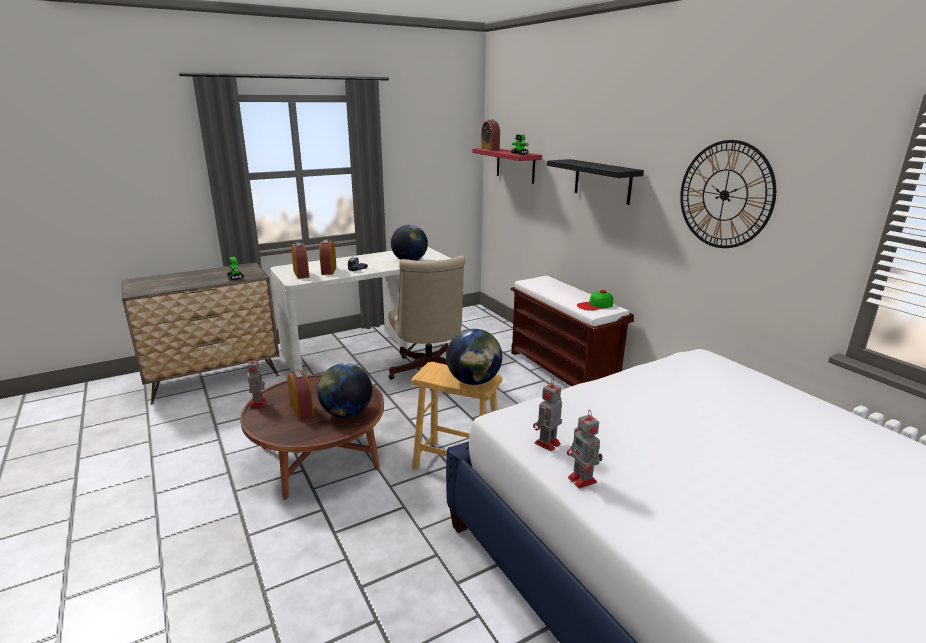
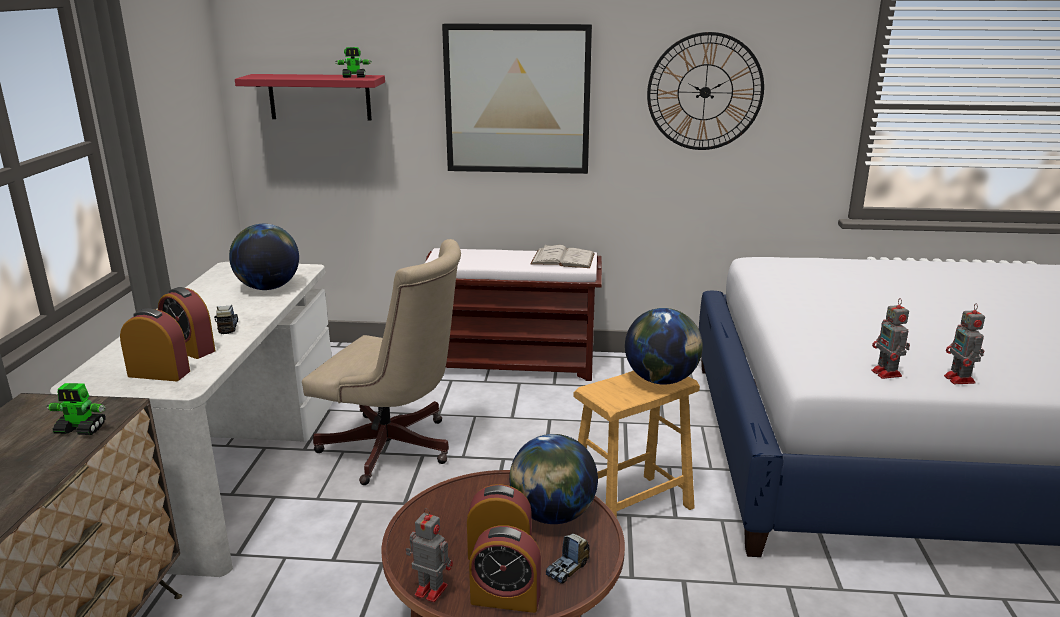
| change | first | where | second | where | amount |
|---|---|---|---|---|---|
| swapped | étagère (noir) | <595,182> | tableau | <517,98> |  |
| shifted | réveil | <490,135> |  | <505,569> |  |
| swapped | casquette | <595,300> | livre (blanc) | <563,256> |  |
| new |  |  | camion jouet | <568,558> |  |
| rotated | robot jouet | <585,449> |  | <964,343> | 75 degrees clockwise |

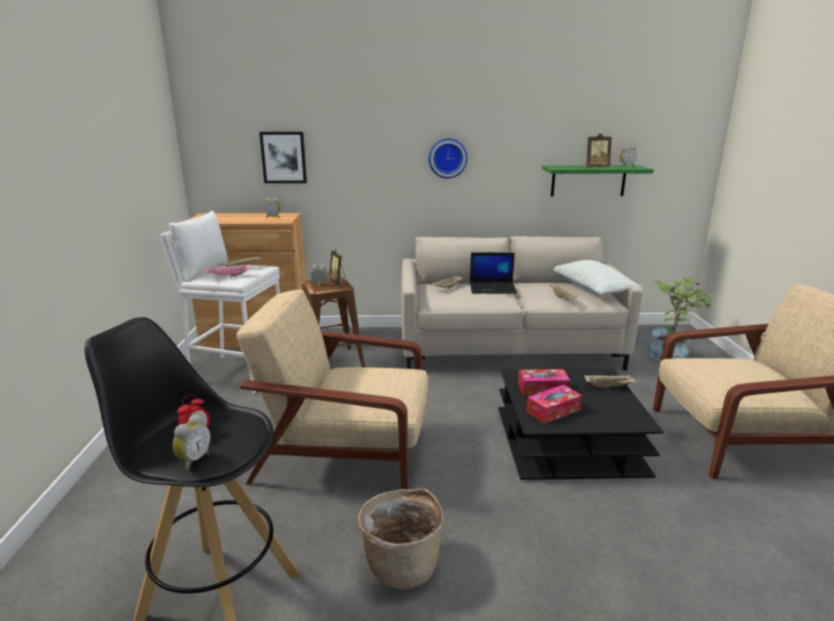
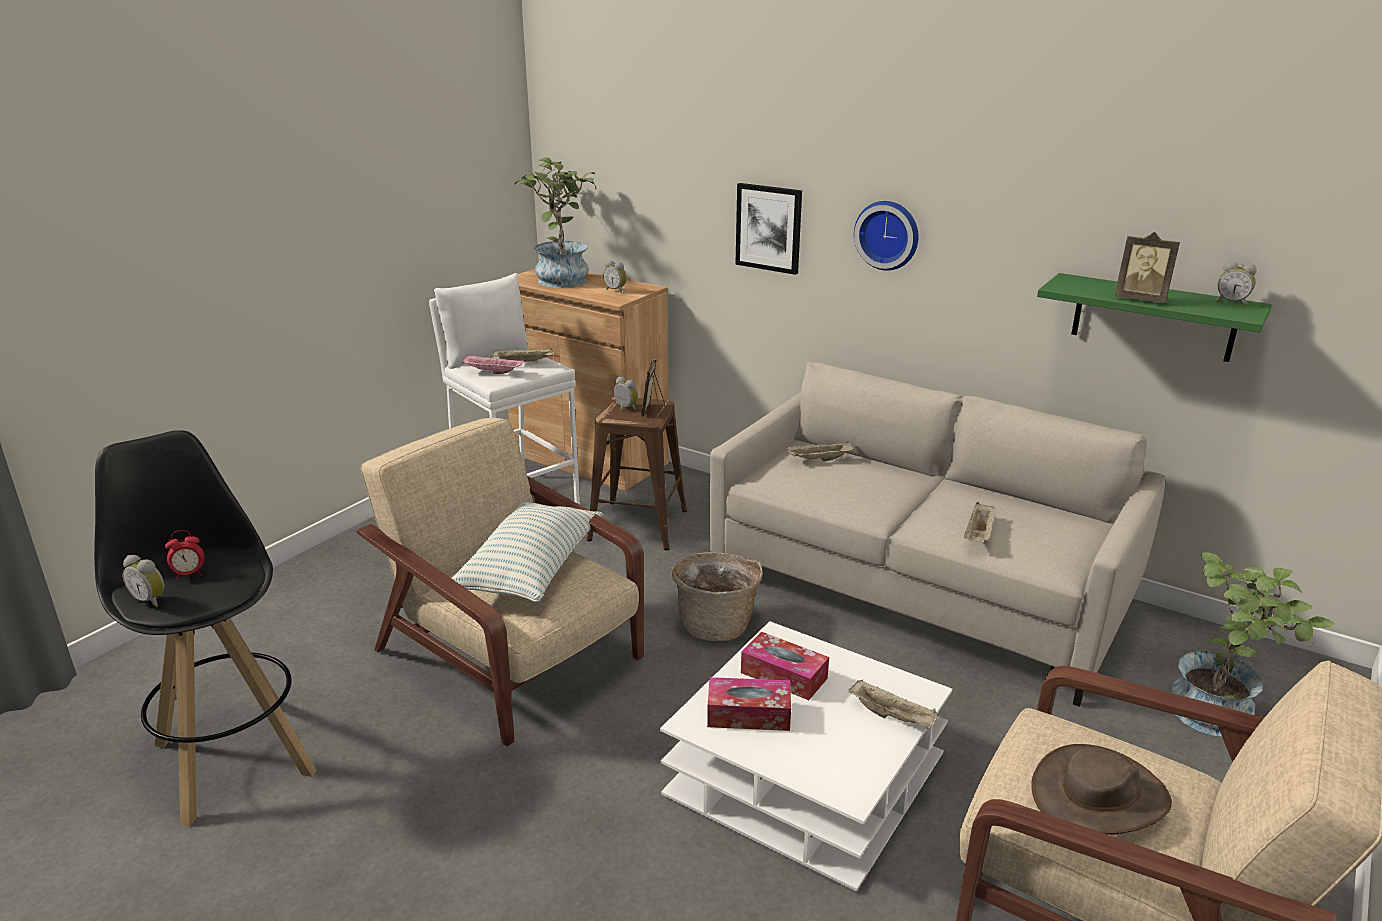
| change | first | where | second | where | amount |
|---|---|---|---|---|---|
| rotated | réveil | <192,442> |  | <143,581> | 60 degrees clockwise |
| shifted | coussin | <597,277> |  | <527,552> |  |
| new |  |  | plante en pot | <555,222> |  |
| repainted | table basse (noir) | <581,424> | table basse (blanc) | <806,756> |  |
| shifted | panier | <401,538> |  | <717,596> |  |
| shifted | tableau | <283,157> |  | <768,229> |  |
| new |  |  | chapeau (marron) | <1101,789> |  |
| gone | ordinateur portable | <493,273> |  |  |  |

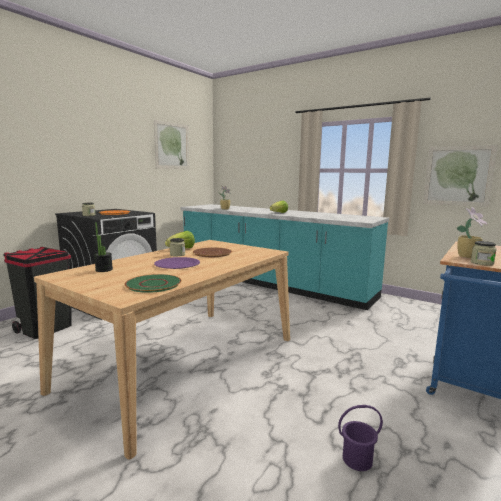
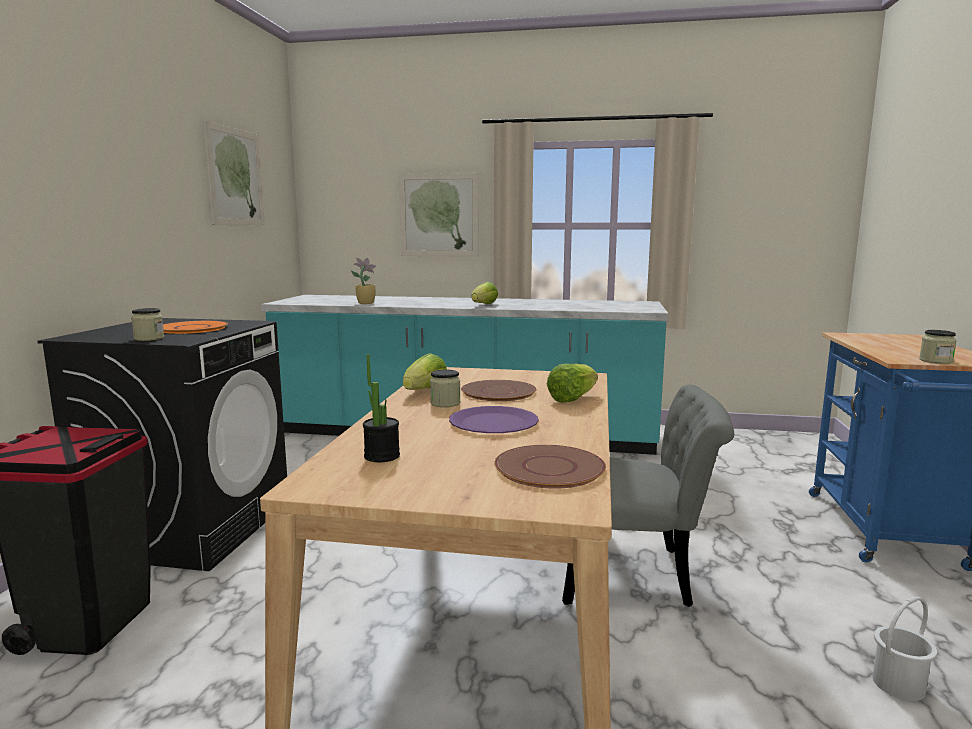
| change | first | where | second | where | amount |
|---|---|---|---|---|---|
| shifted | tableau | <460,176> |  | <439,215> |  |
| repainted | assiette (vert) | <153,283> | assiette (marron) | <550,467> |  |
| new |  |  | laitue | <572,383> |  |
| new |  |  | chaise (gris) | <648,495> |  |
| repainted | seau (violet) | <360,438> | seau (blanc) | <905,649> |  |
| gone | plante en pot | <472,232> |  |  |  |

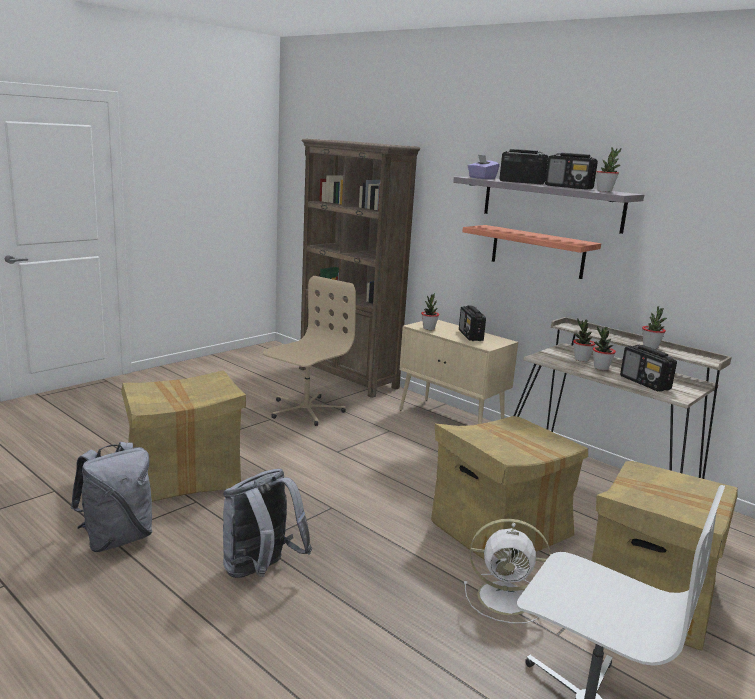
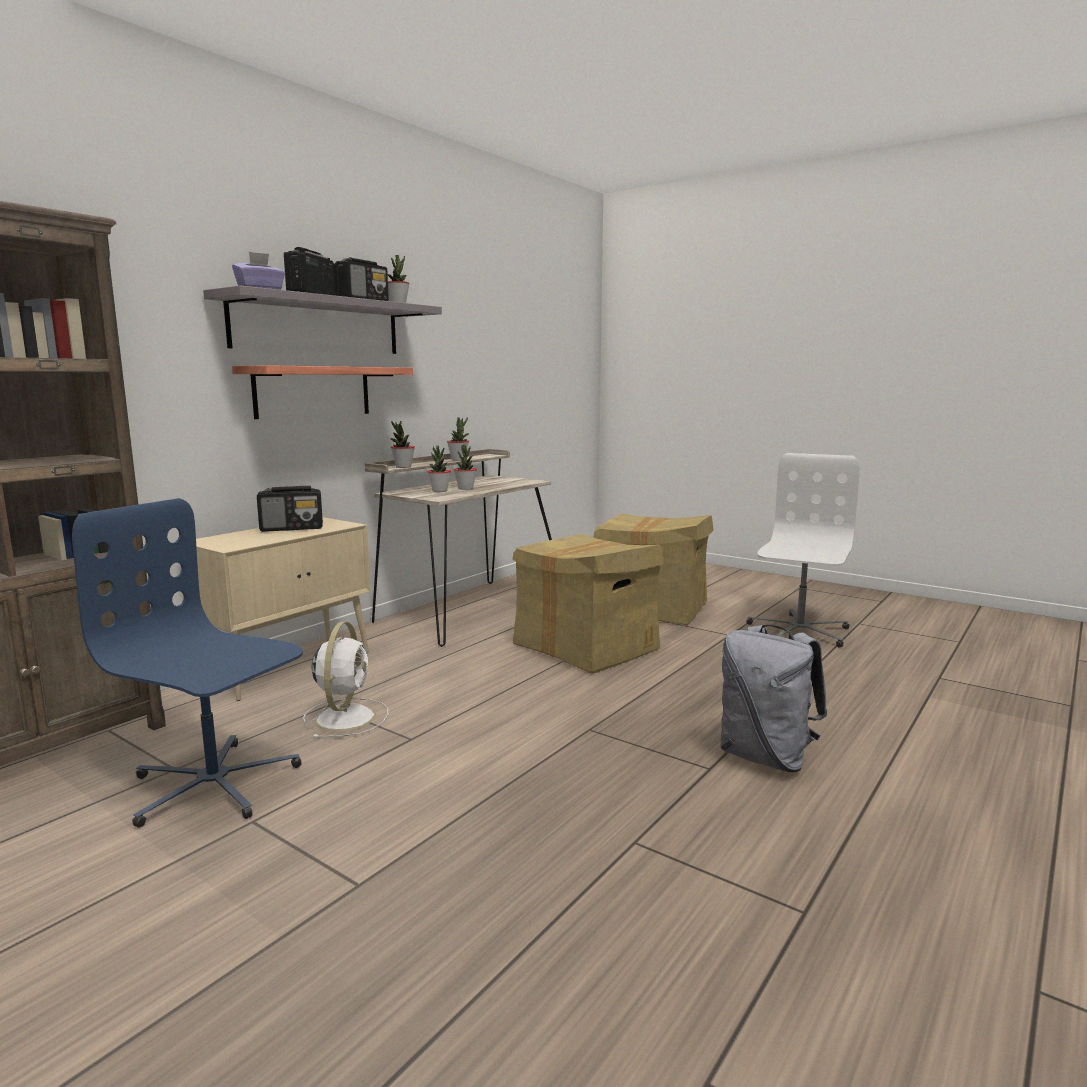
| change | first | where | second | where | amount |
|---|---|---|---|---|---|
| repainted | chaise de bureau (beige) | <309,351> | chaise de bureau (bleu) | <187,663> |  |
| shifted | ventilateur (blanc) | <507,571> |  | <345,680> |  |
| shifted | plante en pot | <430,311> |  | <402,444> |  |
| gone | sac à dos (gris) | <111,497> |  |  |  |
| gone | carton | <183,436> |  |  |  |
| gone | radio | <648,368> |  |  |  |

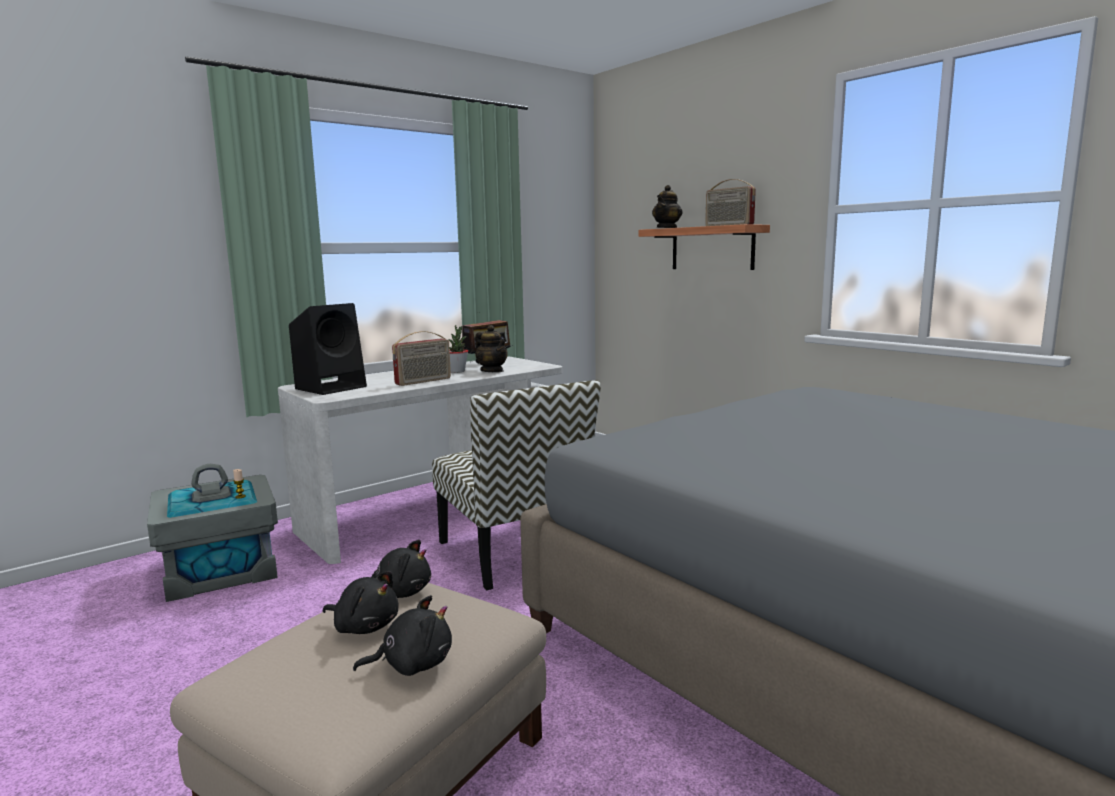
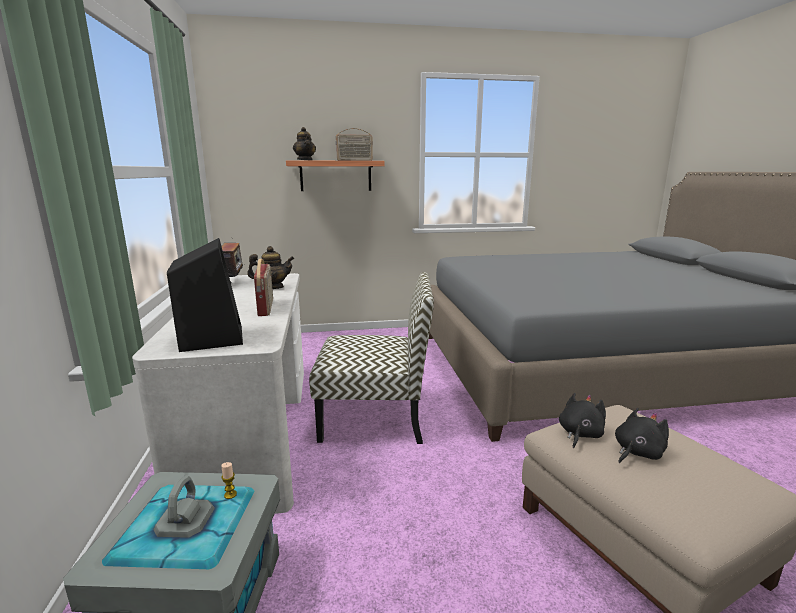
| change | first | where | second | where | amount |
|---|---|---|---|---|---|
| gone | peluche (noir) | <402,635> |  |  |  |
| gone | plante en pot | <458,349> |  |  |  |

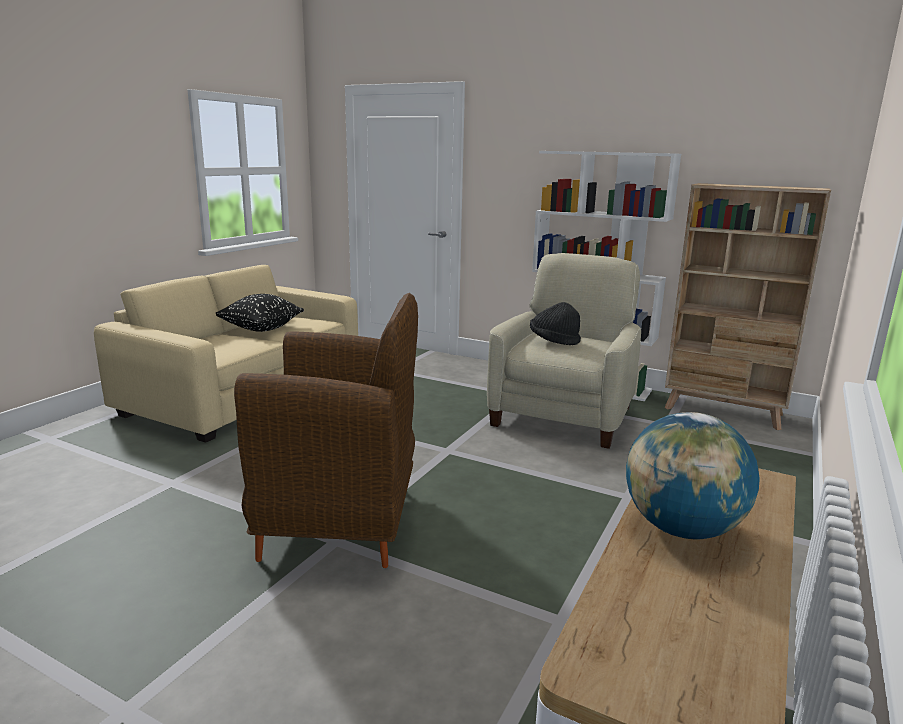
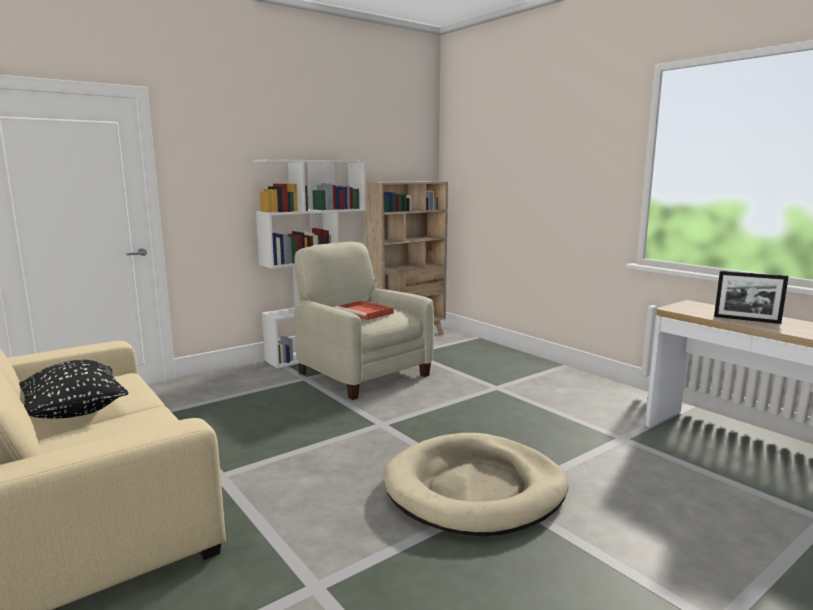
| change | first | where | second | where | amount |
|---|---|---|---|---|---|
| swapped | chapeau (noir) | <555,324> | plateau (rouge) | <364,310> |  |
| swapped | fauteuil (marron) | <326,430> | panier pour chien (beige) | <476,484> |  |
| swapped | globe | <693,475> | cadre photo | <751,297> |  |

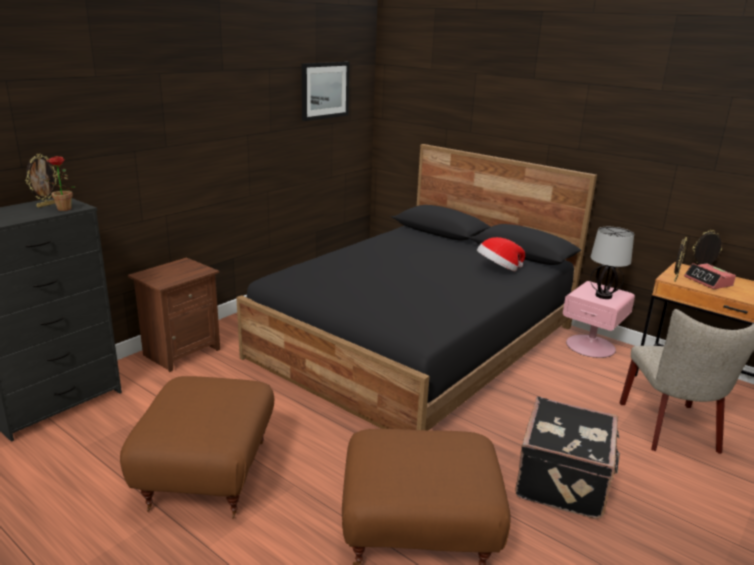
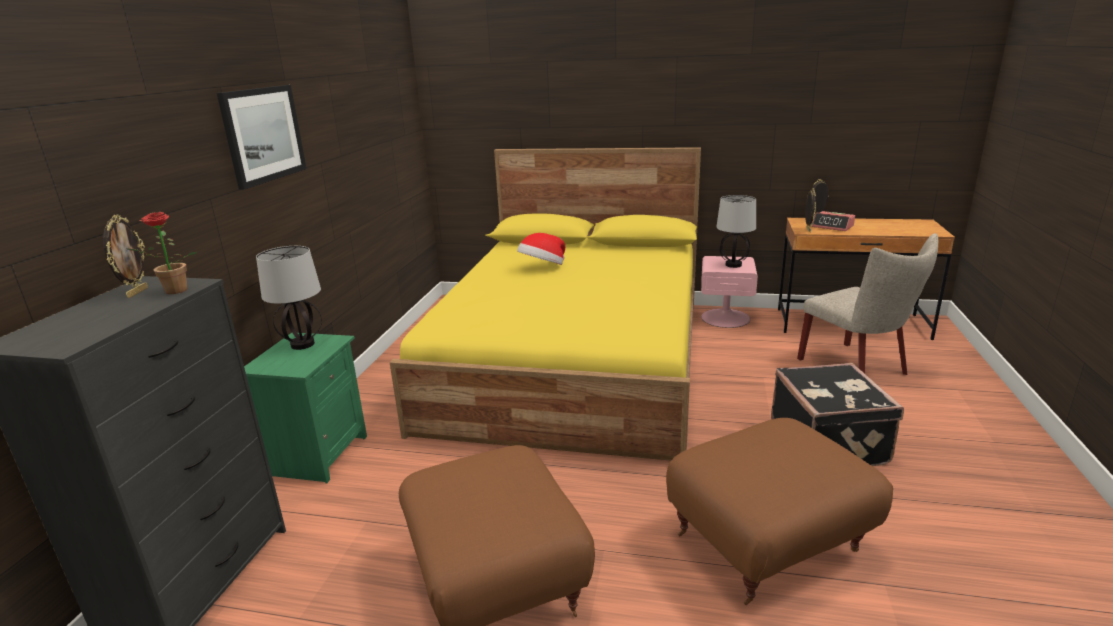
| change | first | where | second | where | amount |
|---|---|---|---|---|---|
| shifted | tableau | <326,91> |  | <262,137> |  |
| repainted | table de chevet (marron) | <174,314> | table de chevet (vert) | <305,408> |  |
| new |  |  | lampe de table | <289,298> |  |
| repainted | lit (noir) | <416,287> | lit (jaune) | <545,304> |  |
| shifted | chapeau | <501,254> |  | <541,249> |  |

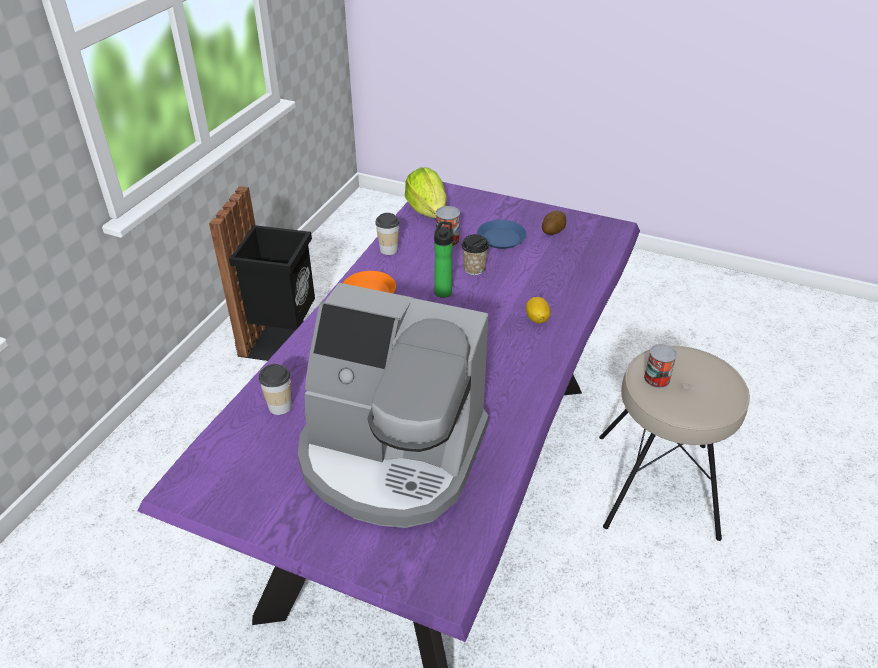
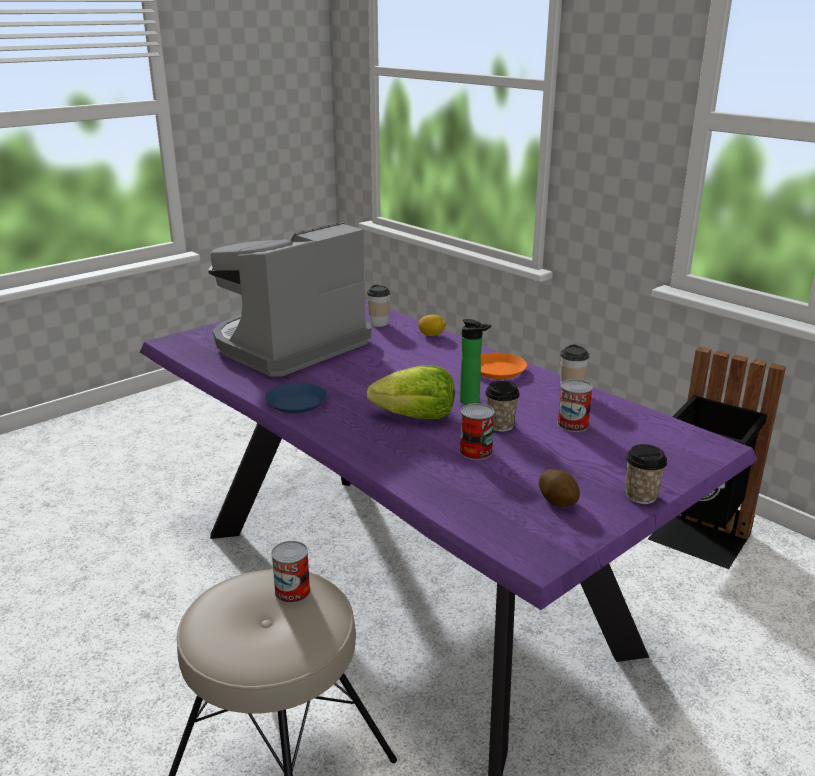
| change | first | where | second | where | amount |
|---|---|---|---|---|---|
| shifted | assiette (bleu) | <502,234> |  | <296,398> |  |
| shifted | laitue | <426,192> |  | <411,392> |  |
| shifted | citron | <538,310> |  | <432,325> |  |
| new |  |  | boîte métallique | <477,431> |  |
| new |  |  | tasse | <646,474> |  |

